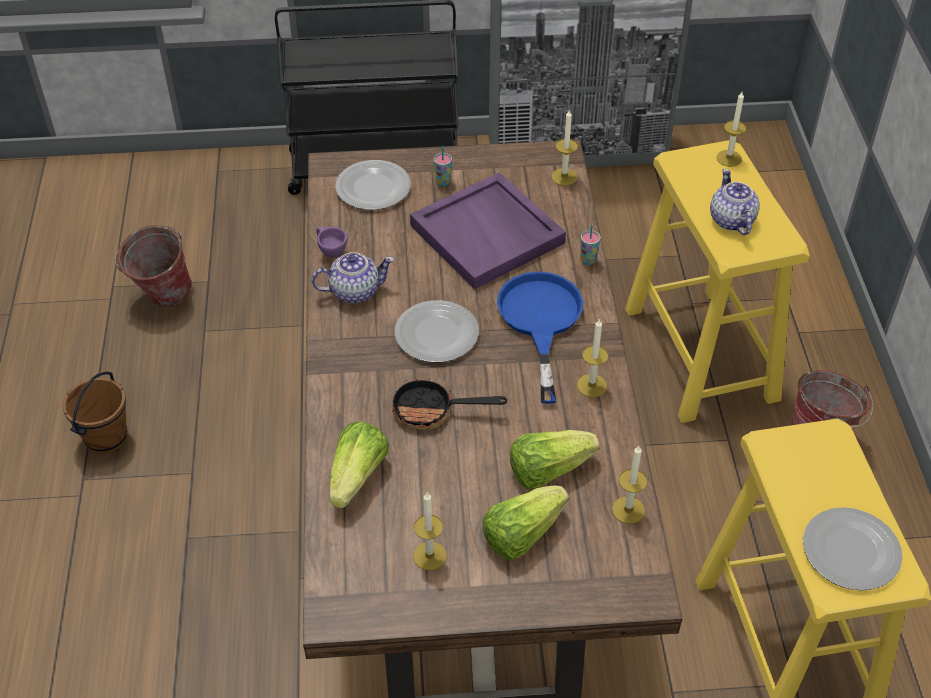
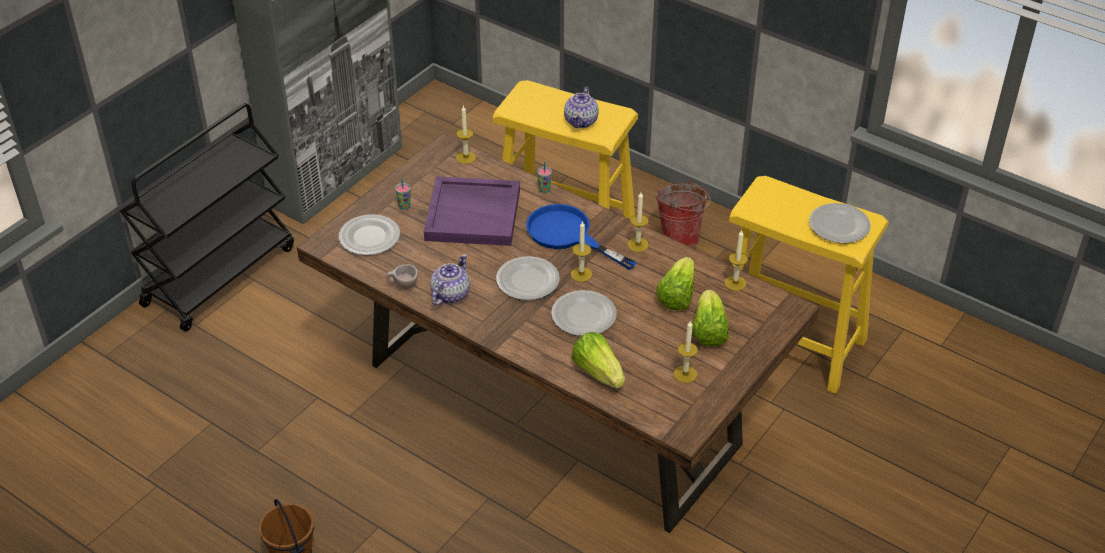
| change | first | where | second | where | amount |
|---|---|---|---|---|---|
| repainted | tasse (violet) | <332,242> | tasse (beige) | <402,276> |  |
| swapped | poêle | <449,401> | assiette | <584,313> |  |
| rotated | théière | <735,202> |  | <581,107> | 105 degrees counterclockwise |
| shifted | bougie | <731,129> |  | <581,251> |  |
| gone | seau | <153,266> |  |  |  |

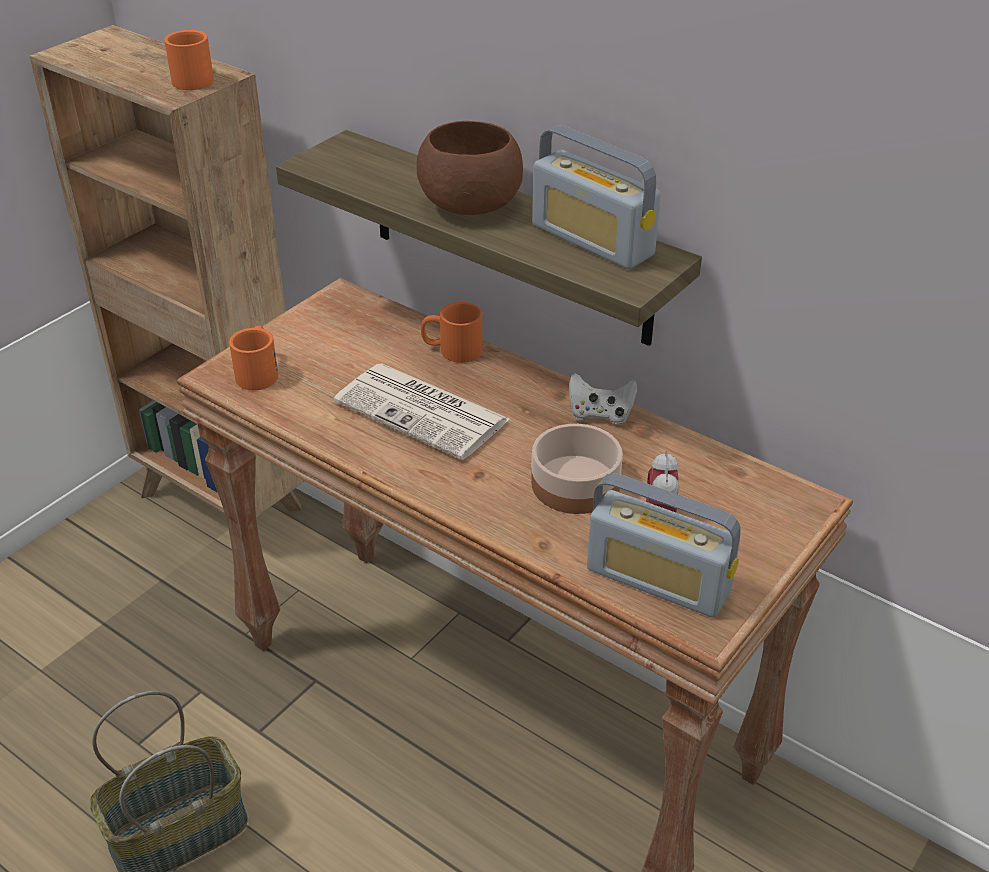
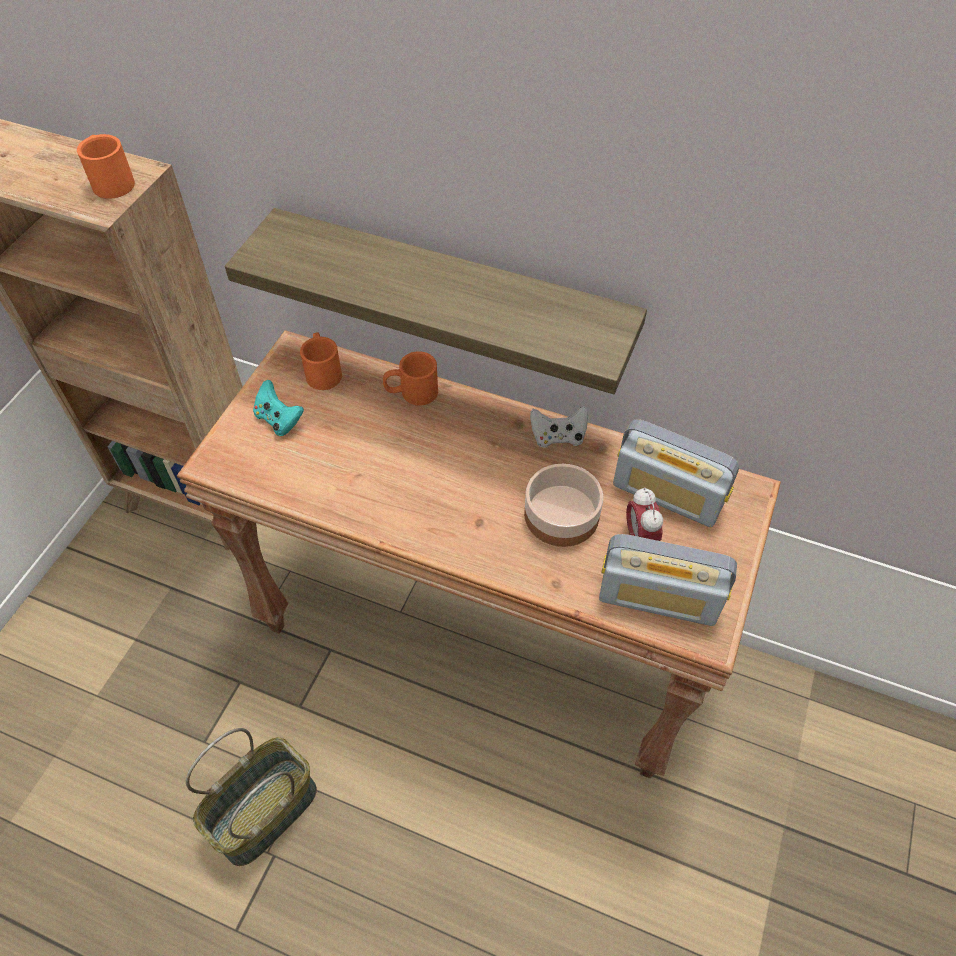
| change | first | where | second | where | amount |
|---|---|---|---|---|---|
| new |  |  | manette (turquoise) | <278,408> |  |
| shifted | mug (orange) | <253,358> |  | <321,361> |  |
| shifted | radio | <596,197> |  | <676,473> |  |
| gone | journal | <422,411> |  |  |  |
| gone | bol (marron) | <469,168> |  |  |  |

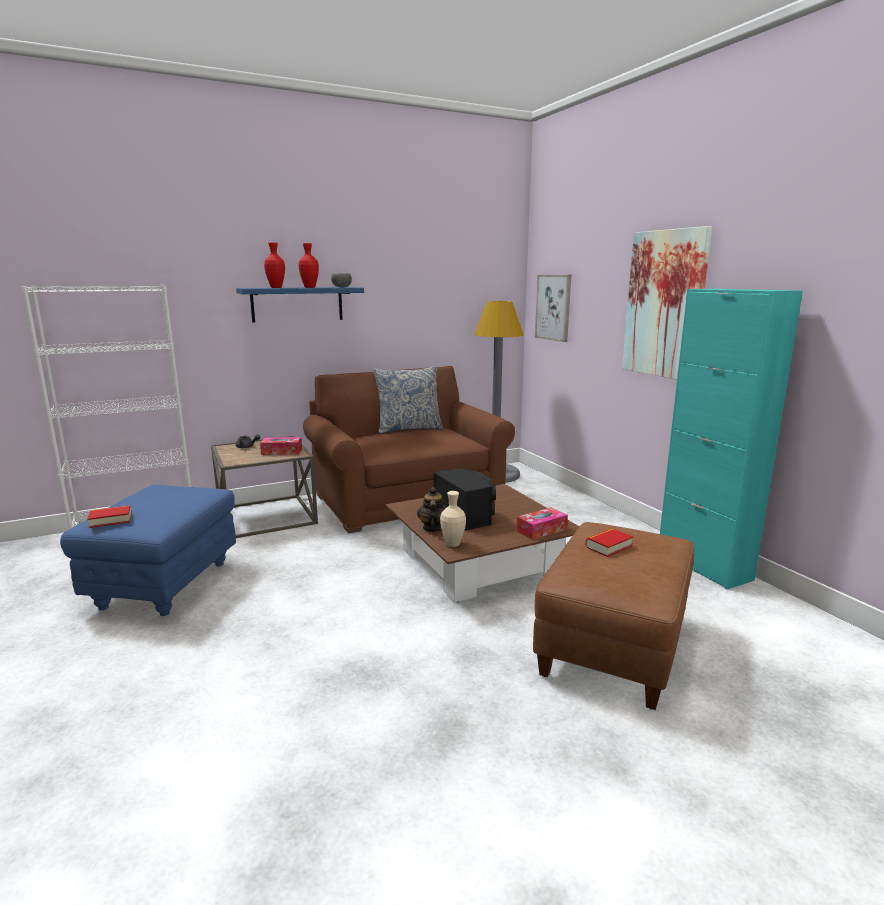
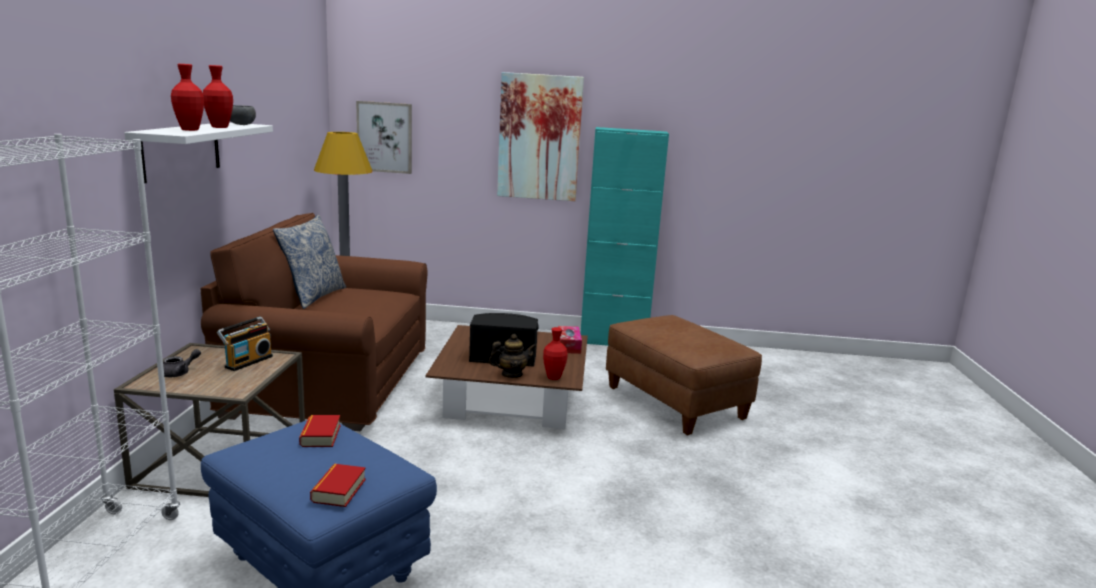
| change | first | where | second | where | amount |
|---|---|---|---|---|---|
| repainted | étagère (bleu) | <300,305> | étagère (blanc) | <199,153> |  |
| swapped | boîte à mouchoirs | <281,446> | radio | <245,344> |  |
| shifted | livre | <609,542> |  | <320,431> |  |
| rotated | théière | <432,509> |  | <512,356> | 135 degrees clockwise |
| repainted | vase (beige) | <453,519> | vase (rouge) | <555,353> |  |

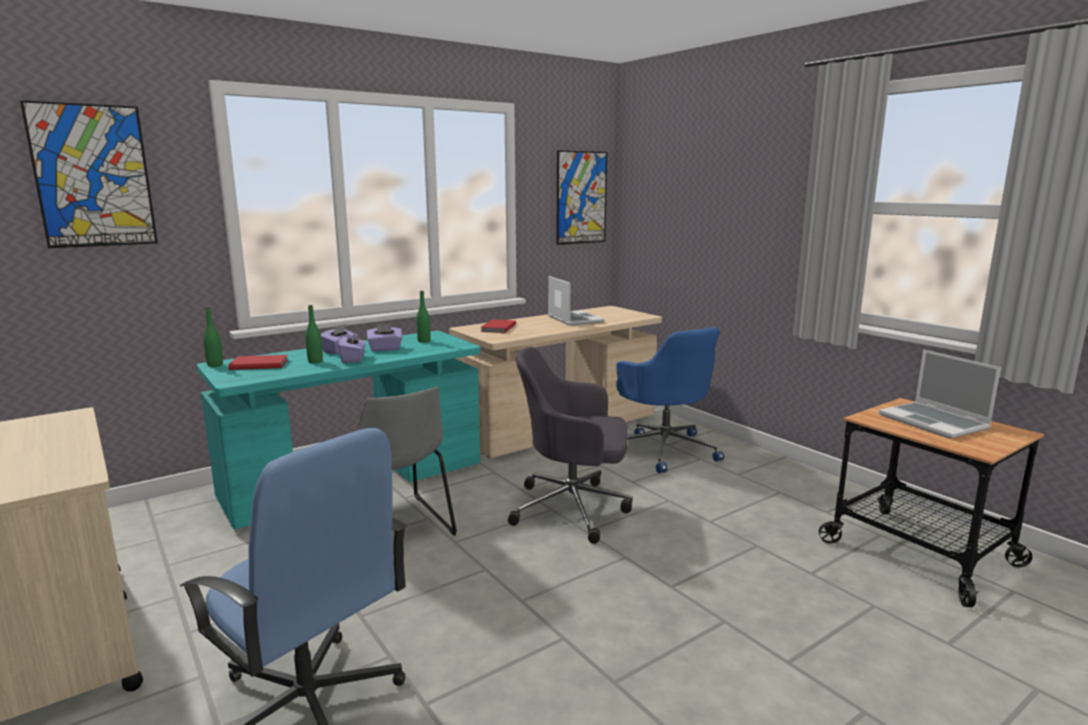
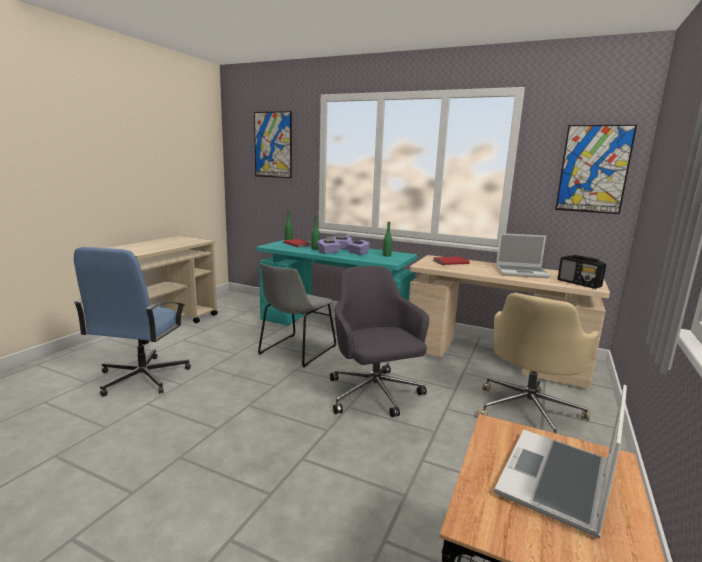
| change | first | where | second | where | amount |
|---|---|---|---|---|---|
| repainted | chaise de bureau (bleu) | <670,400> | chaise de bureau (beige) | <538,363> |  |
| rotated | ordinateur portable | <576,301> |  | <523,255> | 60 degrees clockwise |
| new |  |  | radio | <581,272> |  |

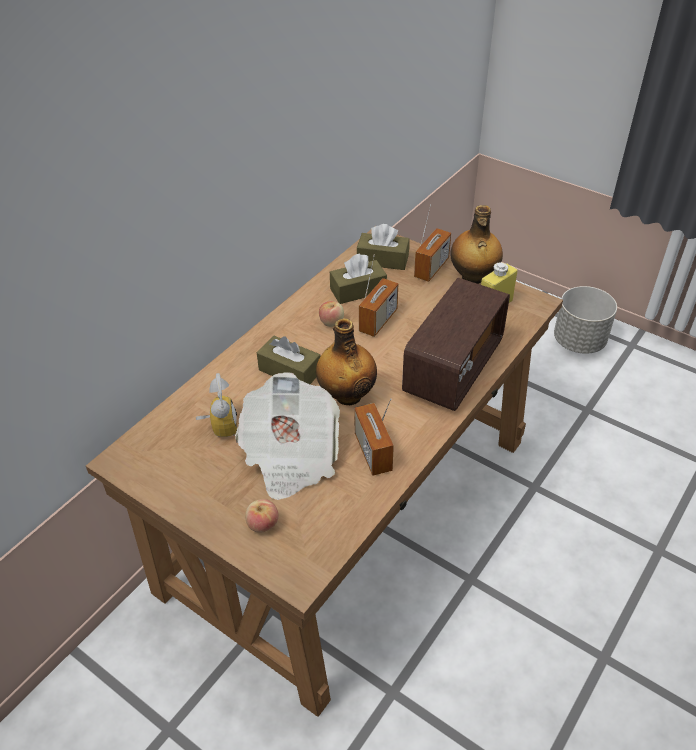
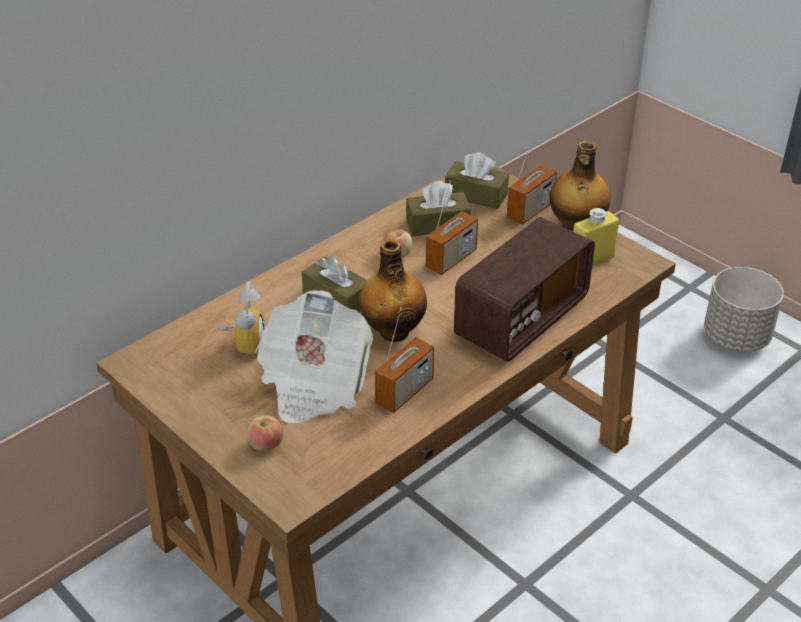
| change | first | where | second | where | amount |
|---|---|---|---|---|---|
| rotated | radio | <374,437> |  | <404,360> | 135 degrees counterclockwise |

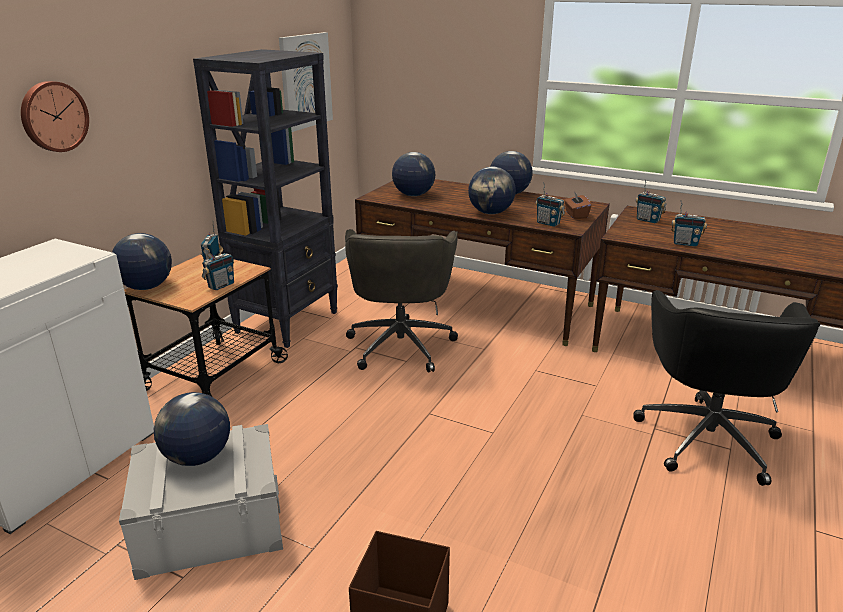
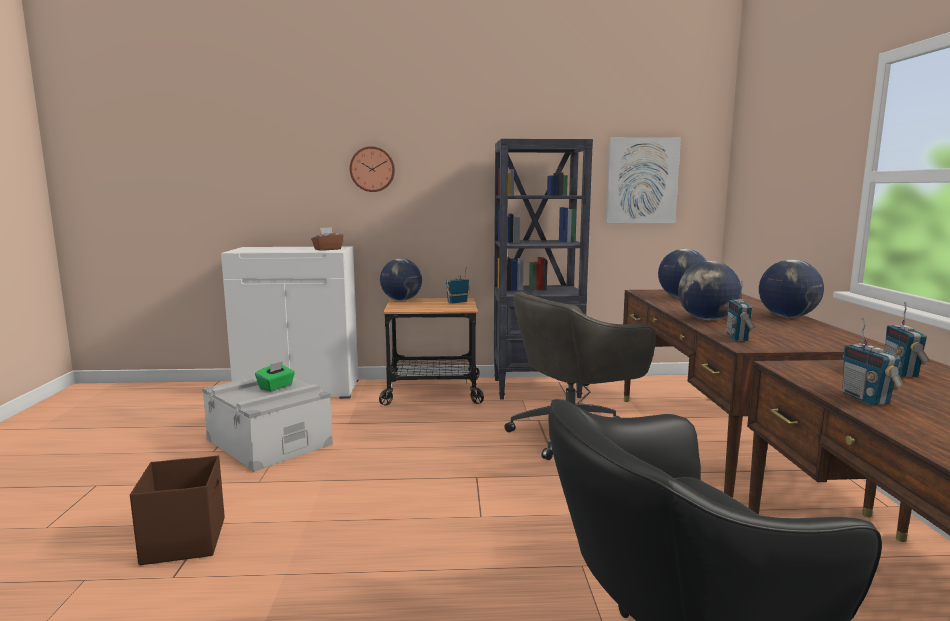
| change | first | where | second | where | amount |
|---|---|---|---|---|---|
| swapped | globe | <192,429> | boîte à mouchoirs (vert) | <275,376> |  |
| shifted | boîte à mouchoirs (marron) | <577,205> |  | <327,239> |  |
| gone | radio | <218,267> |  |  |  |

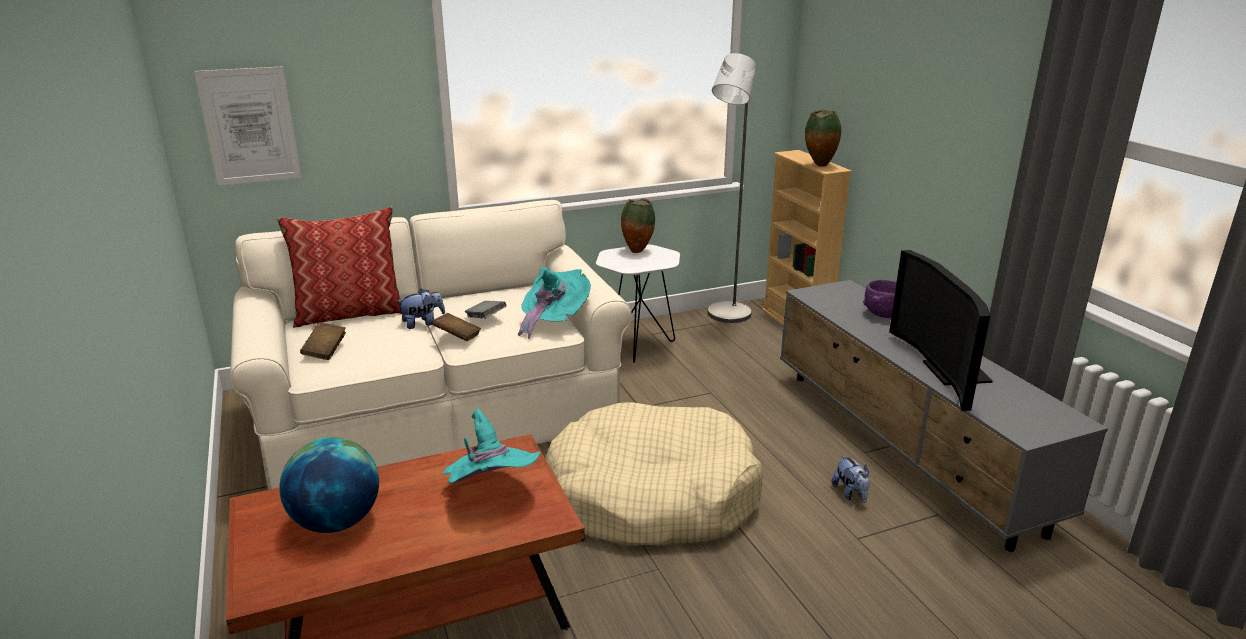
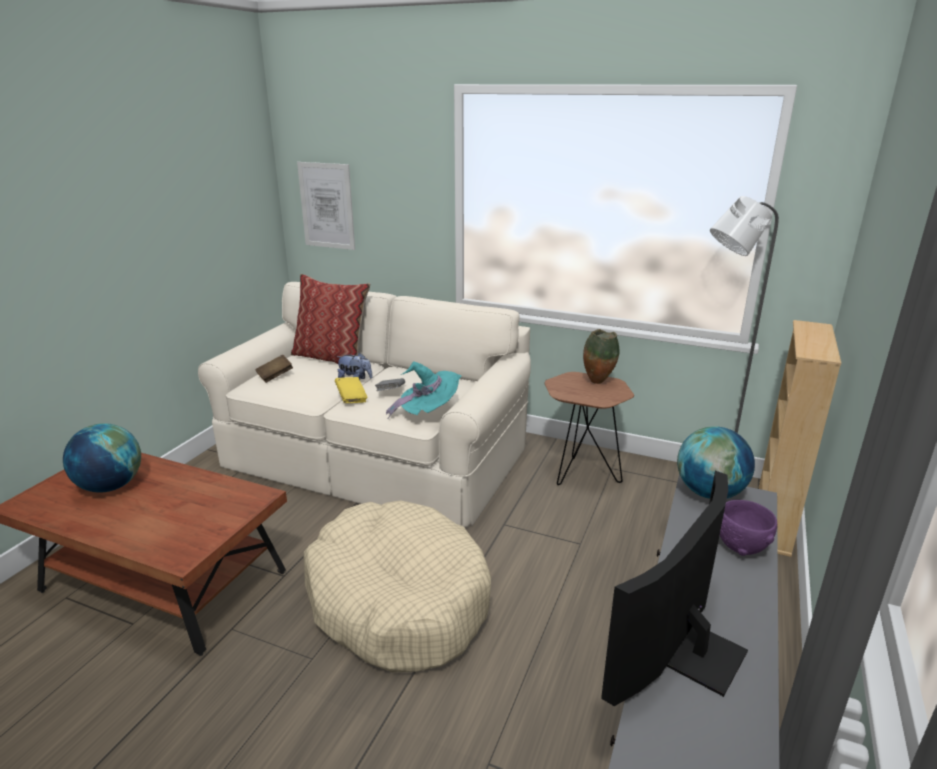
| change | first | where | second | where | amount |
|---|---|---|---|---|---|
| repainted | livre (marron) | <456,327> | livre (jaune) | <351,390> |  |
| repainted | table d'appoint (blanc) | <638,303> | table d'appoint (marron) | <589,428> |  |
| new |  |  | globe | <716,462> |  |
| gone | chapeau (turquoise) | <491,446> |  |  |  |
| gone | vase | <823,138> |  |  |  |
| gone | peluche | <851,478> |  |  |  |

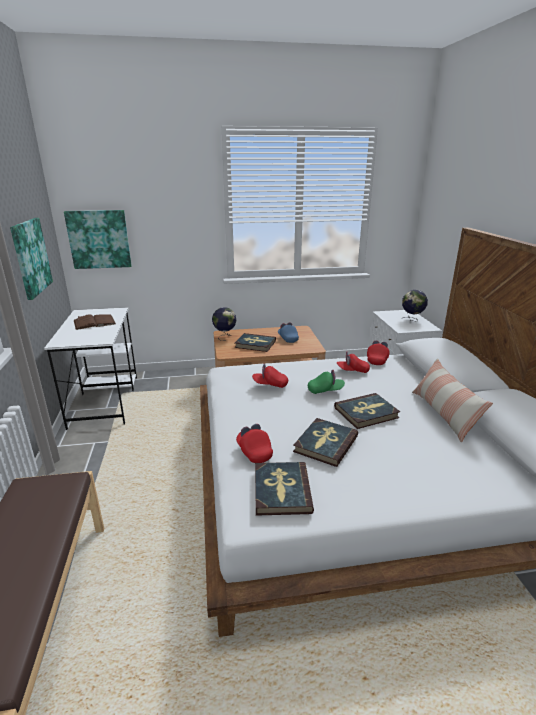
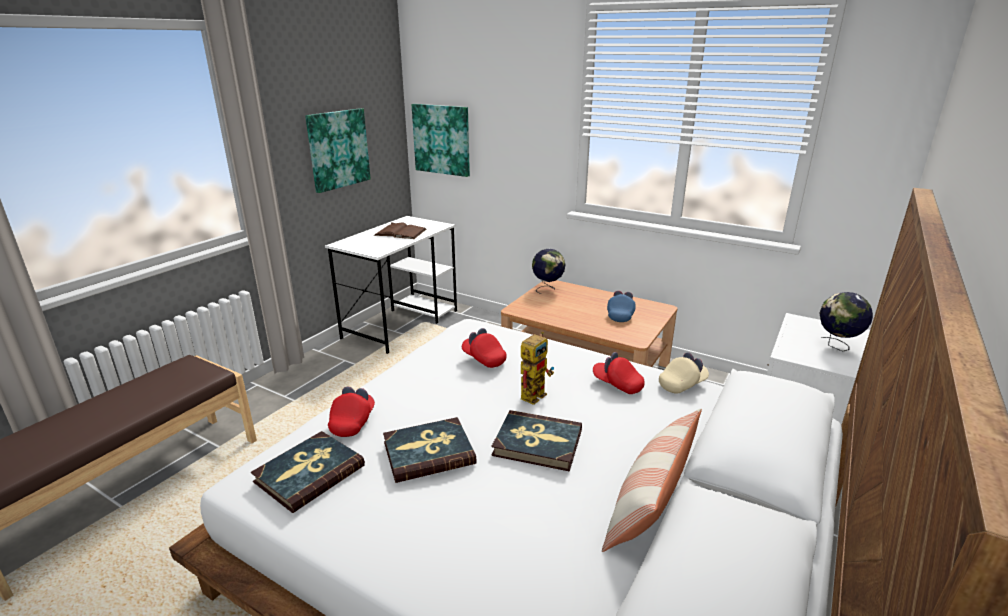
| change | first | where | second | where | amount |
|---|---|---|---|---|---|
| swapped | casquette (vert) | <326,381> | robot jouet | <537,368> |  |
| repainted | casquette (rouge) | <378,353> | casquette (beige) | <684,373> |  |
| gone | livre | <255,342> |  |  |  |

